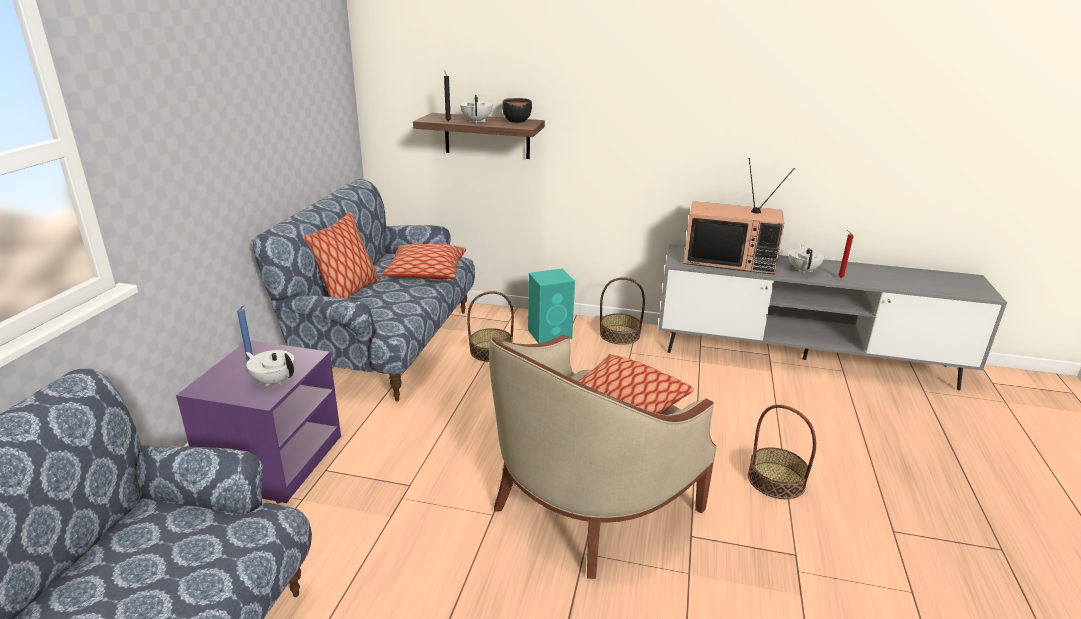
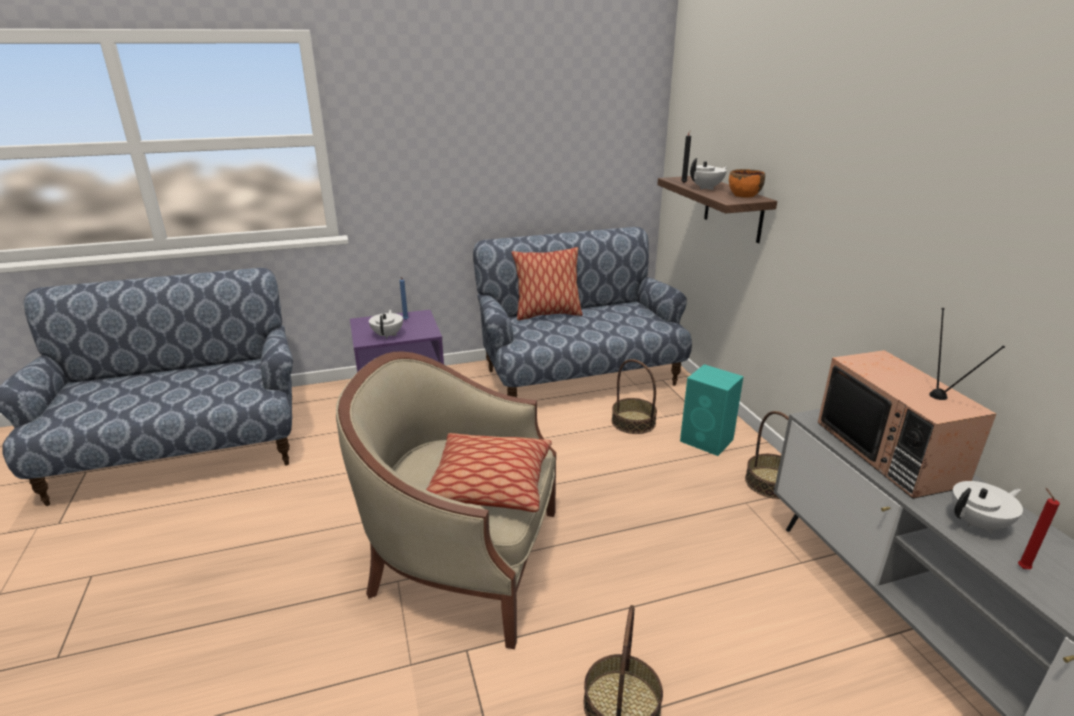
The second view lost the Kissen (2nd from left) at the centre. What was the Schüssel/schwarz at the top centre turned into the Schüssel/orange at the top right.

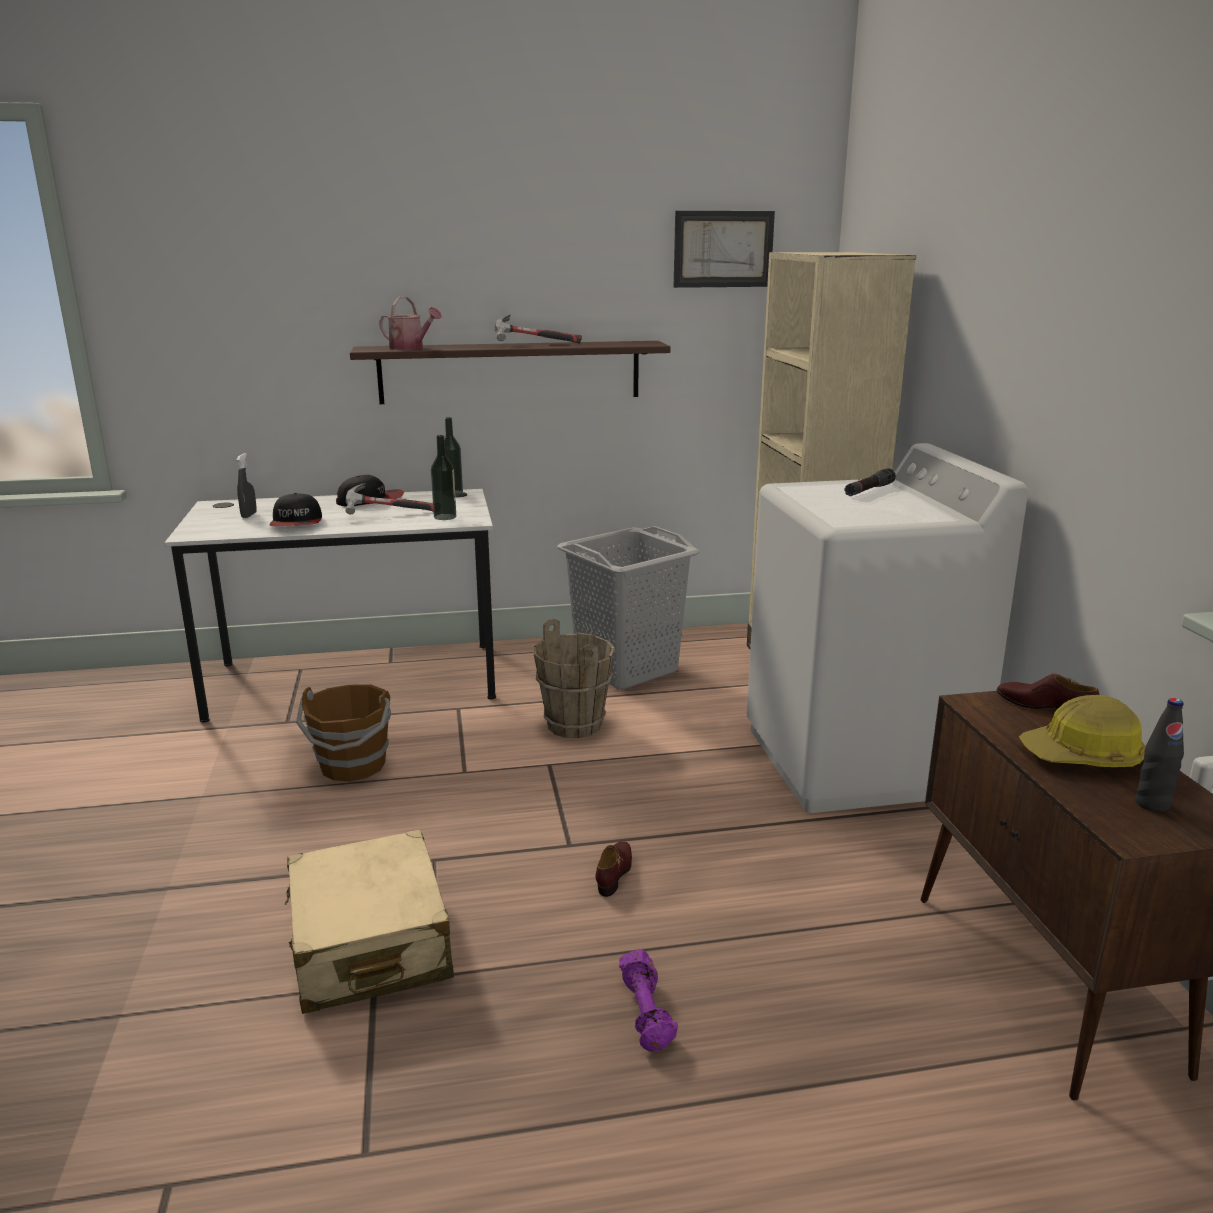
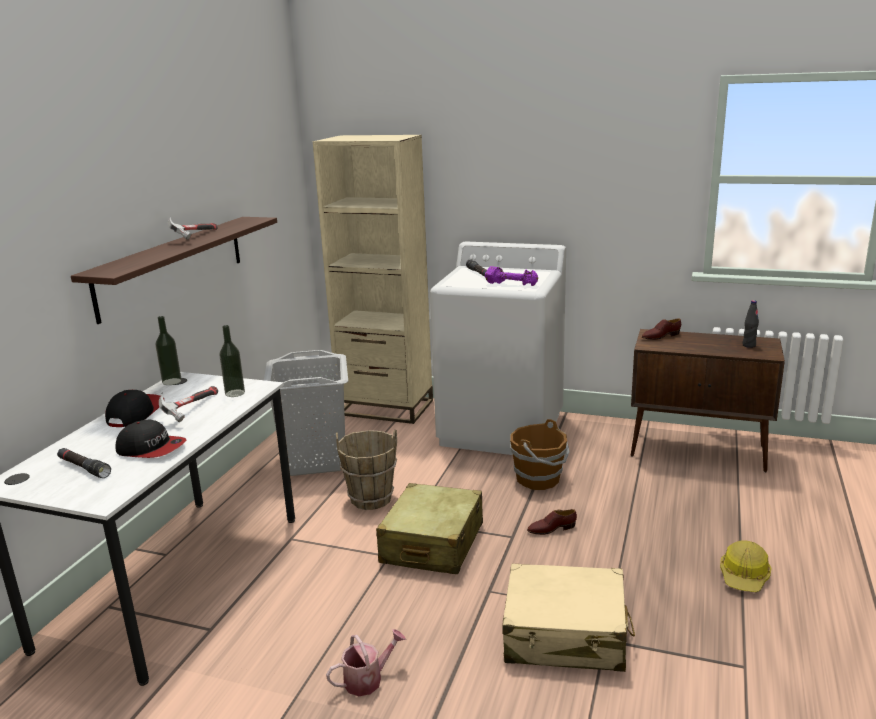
The second view lost the Bild at the top centre. The second view gained the Koffer/beige (1st from left) at the bottom centre. The Eimer/braun (1st from left in the first image) ended up elsewhere, having gone from the middle left to the centre. The Gießkanne ended up elsewhere, having gone from the top centre to the bottom centre. The Hantel/lila ended up elsewhere, having gone from the bottom centre to the centre. The Schutzhelm ended up elsewhere, having gone from the middle right to the bottom right. Where the Sprühflasche/grau stood at the middle left, the Taschenlampe/schwarz (1st from left) came to stand at the middle left. The Schuh/braun (1st from left) at the bottom centre ended up facing another way, 60 degrees counterclockwise from before.

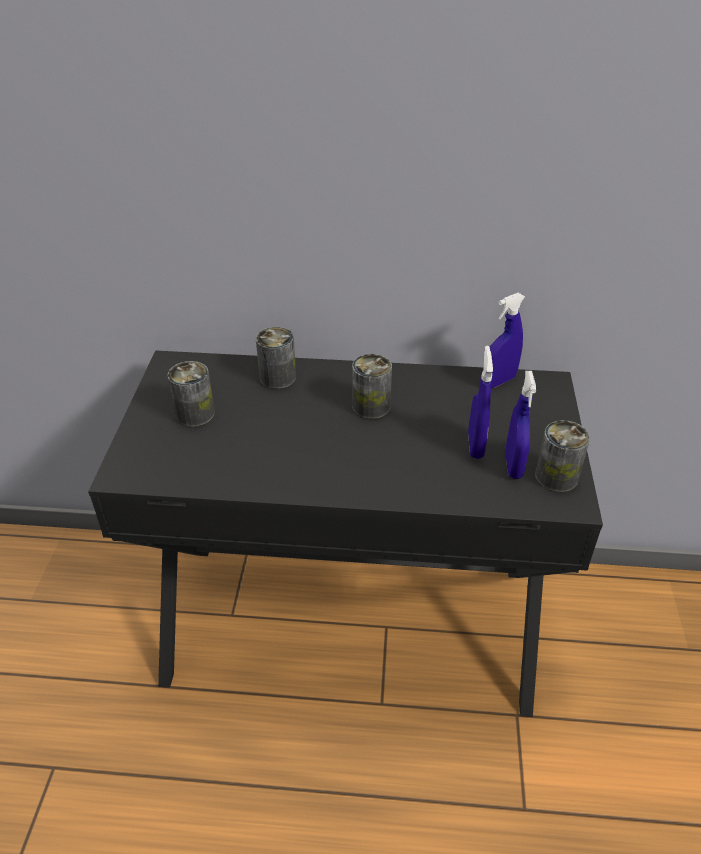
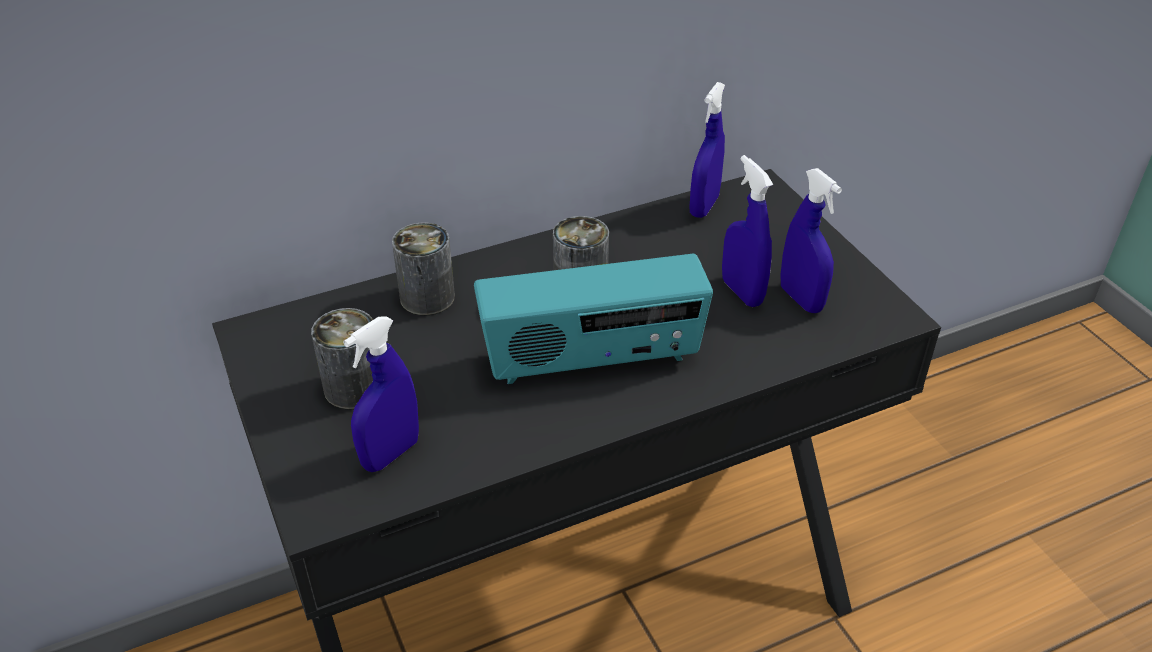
The second view lost the Dose (4th from left) at the middle right. The second view gained the Sprühflasche/blau (1st from left) at the middle left. The second view gained the Radio at the centre.

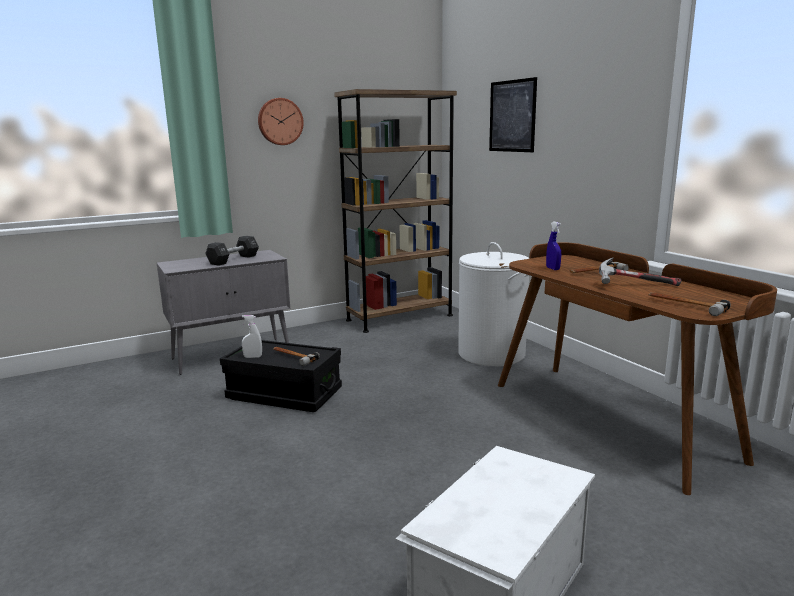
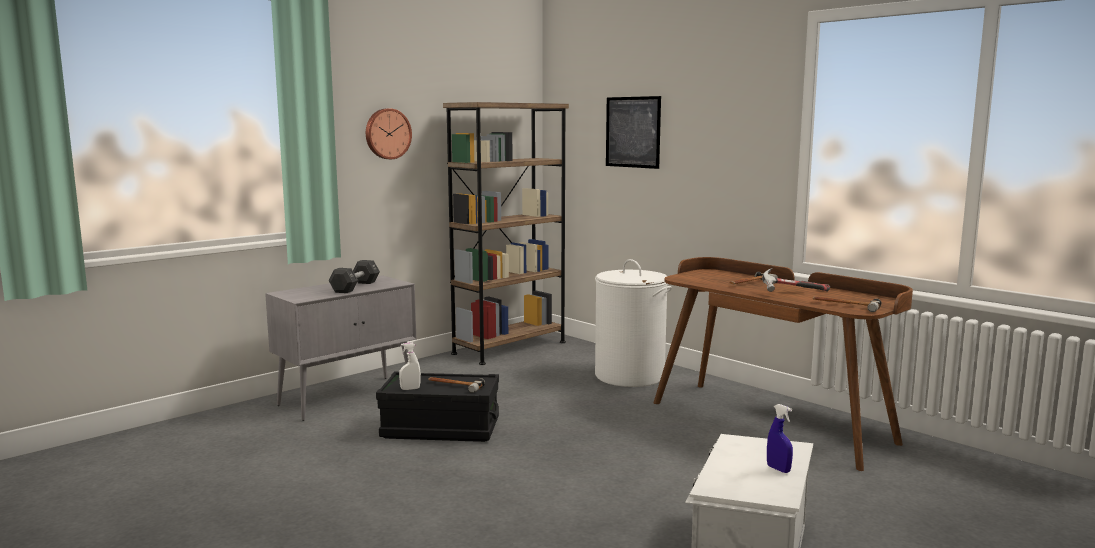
The Sprühflasche/blau ended up elsewhere, having gone from the middle right to the bottom right.

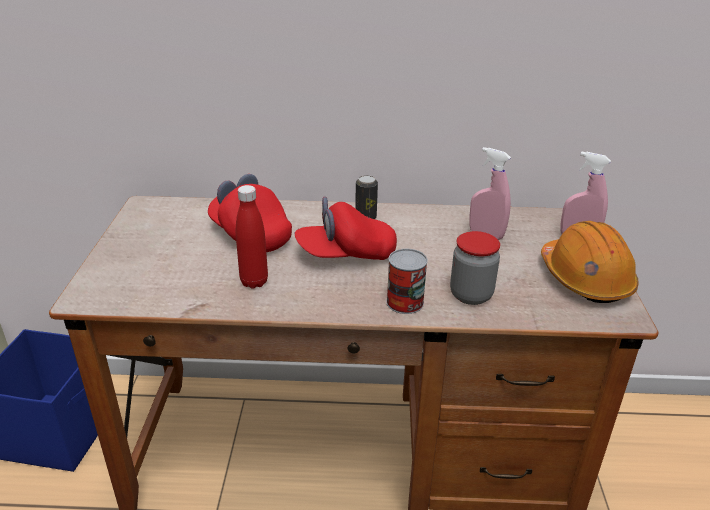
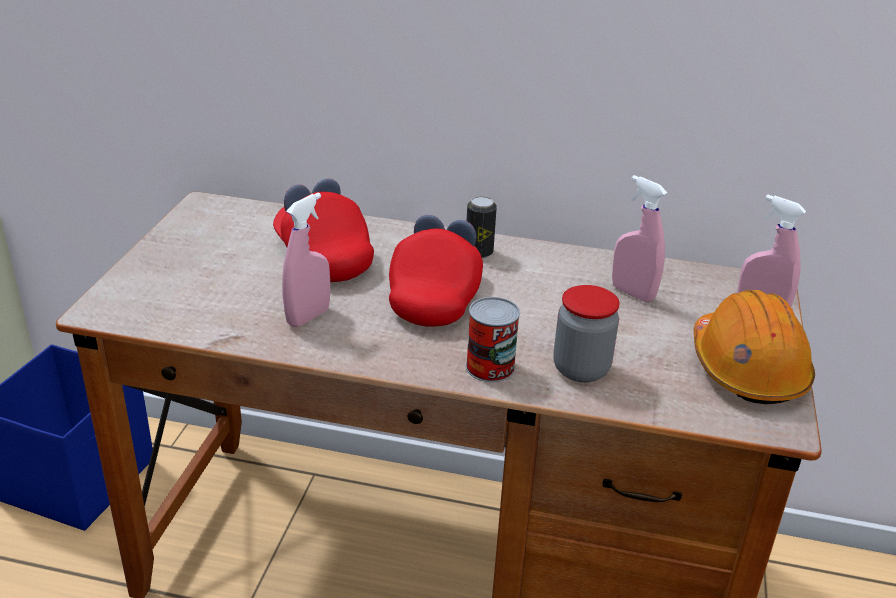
Where the Flasche/rot stood at the centre, the Sprühflasche/rosa (1st from left) came to stand at the centre. The Kappe/rot (2nd from left) at the centre ended up facing another way, 105 degrees clockwise from before.

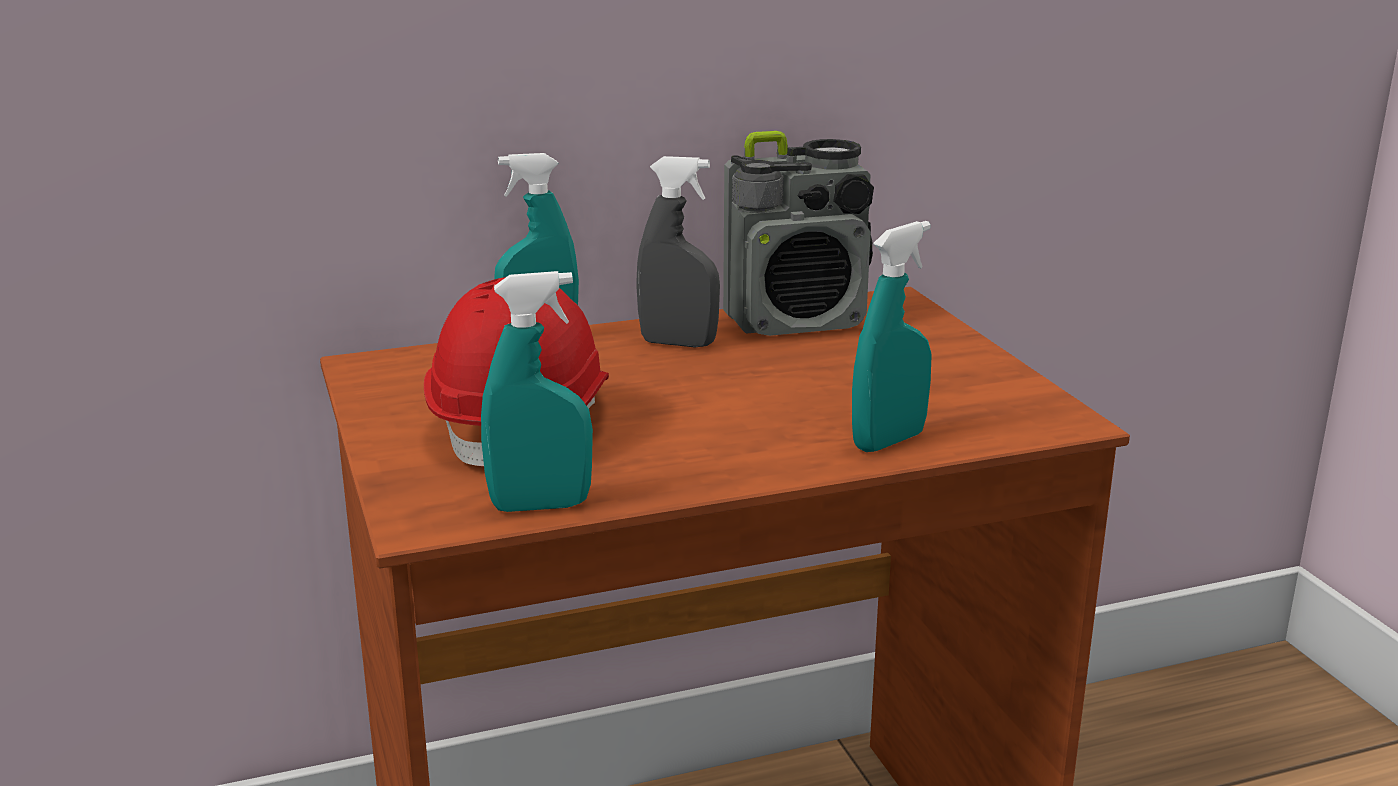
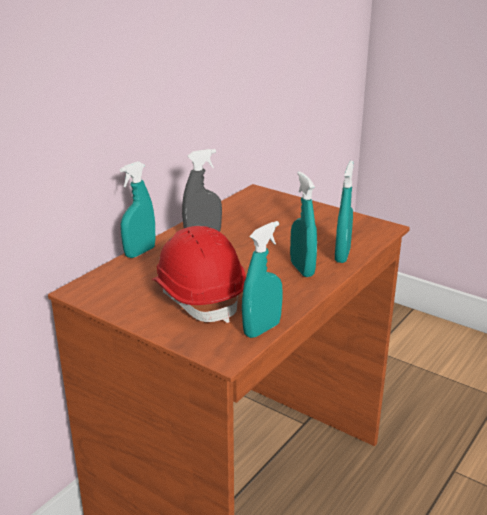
The second view lost the Radio at the top centre. The second view gained the Sprühflasche/türkis (3rd from left) at the centre.

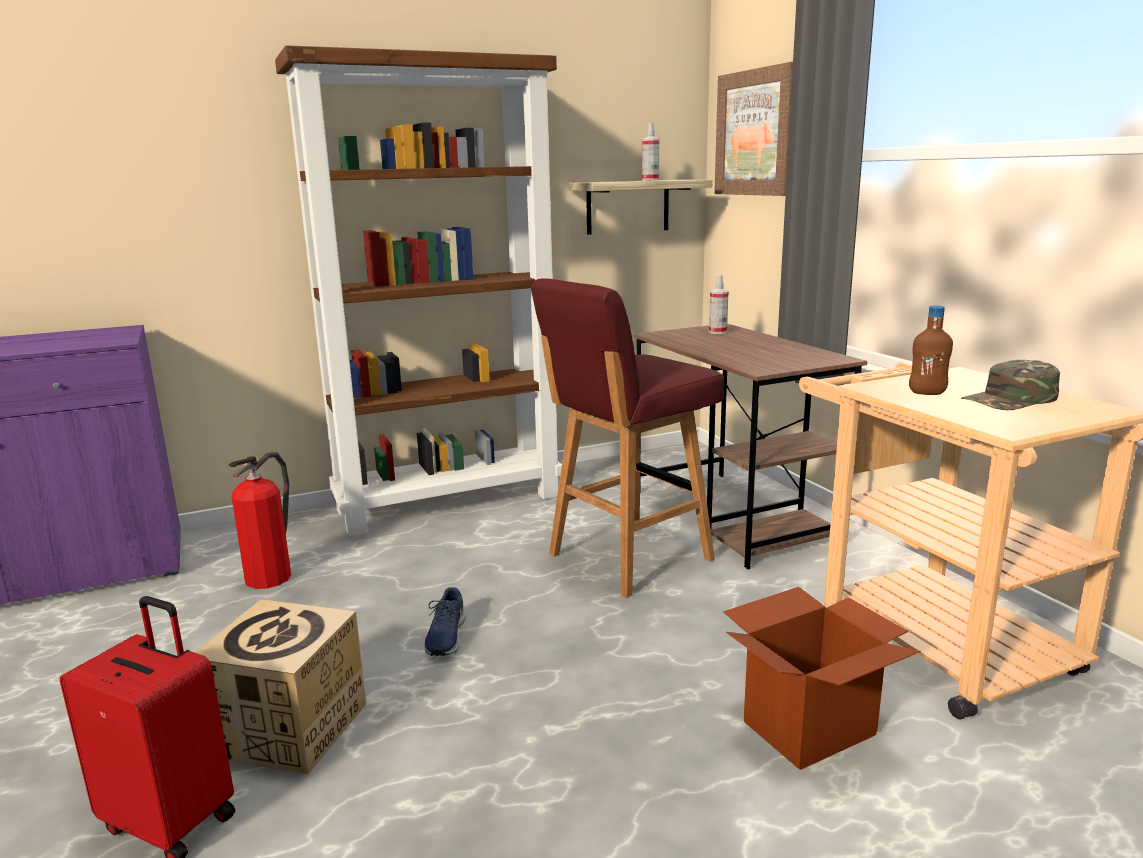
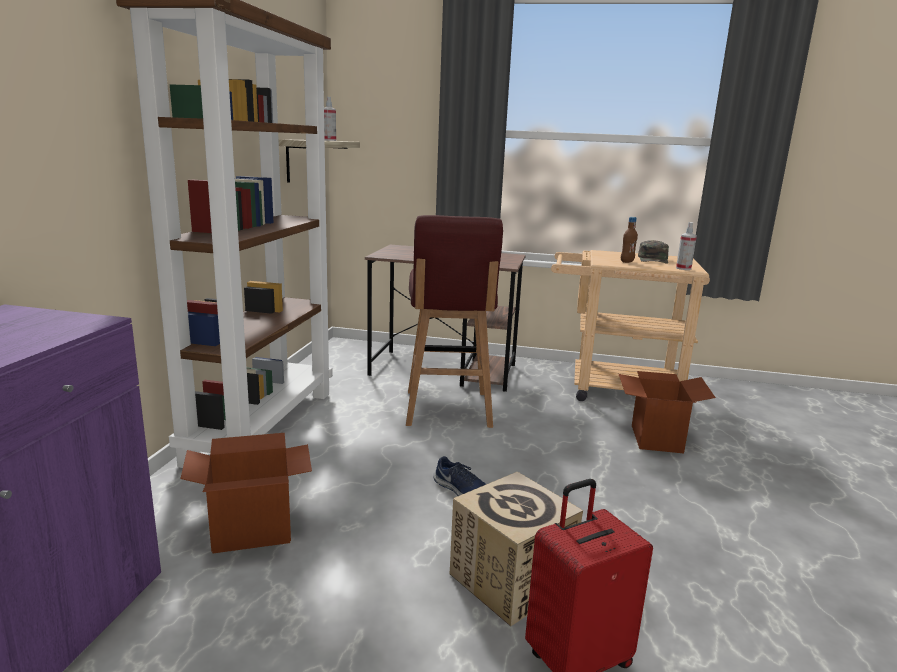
The second view lost the Bild at the top centre. The Sprühflasche (2nd from left) ended up elsewhere, having gone from the centre to the middle right. Where the Feuerlöscher stood at the middle left, the Karton (1st from left) came to stand at the bottom left.

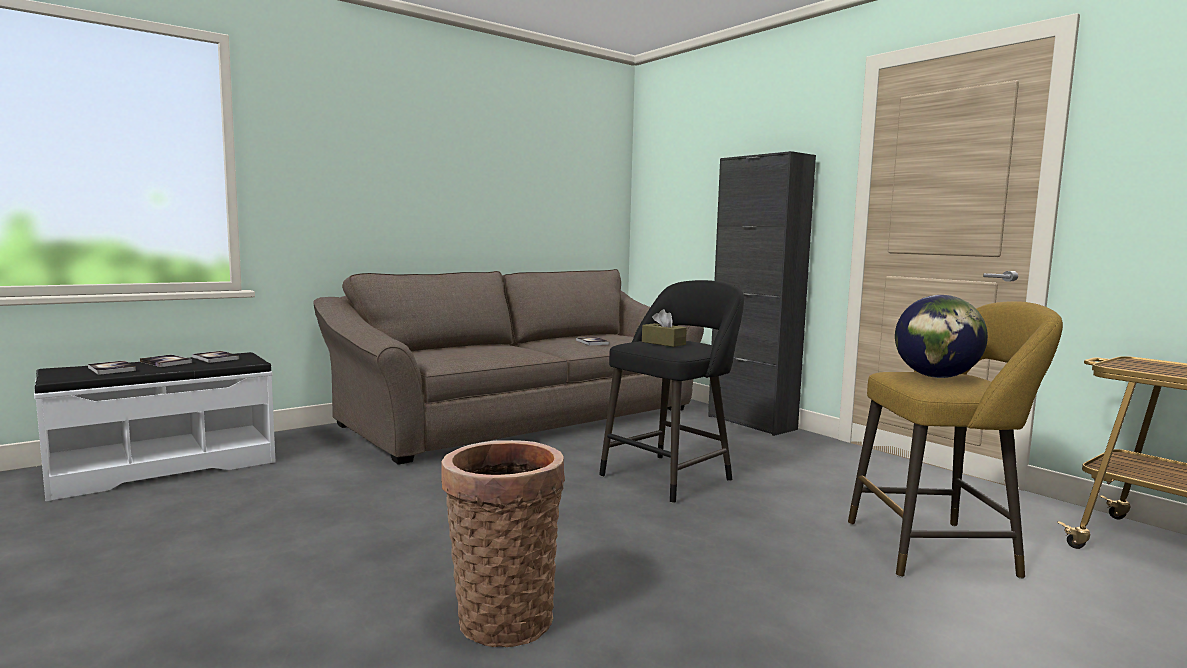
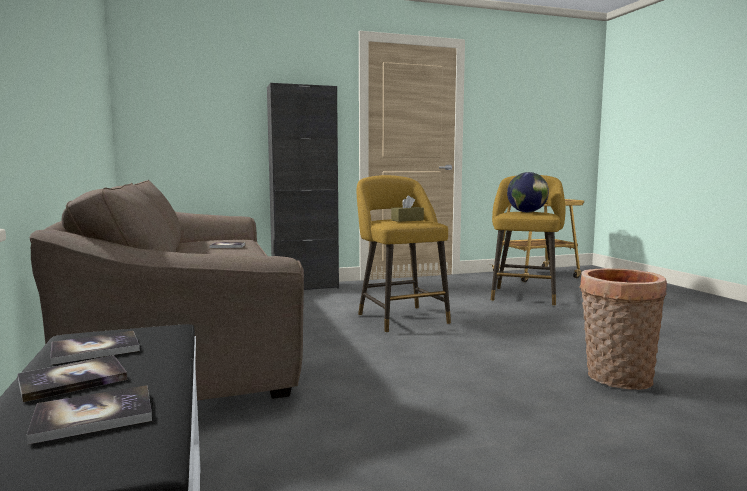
What was the Hocker/schwarz at the centre turned into the Hocker/gelb (1st from left) at the centre.

